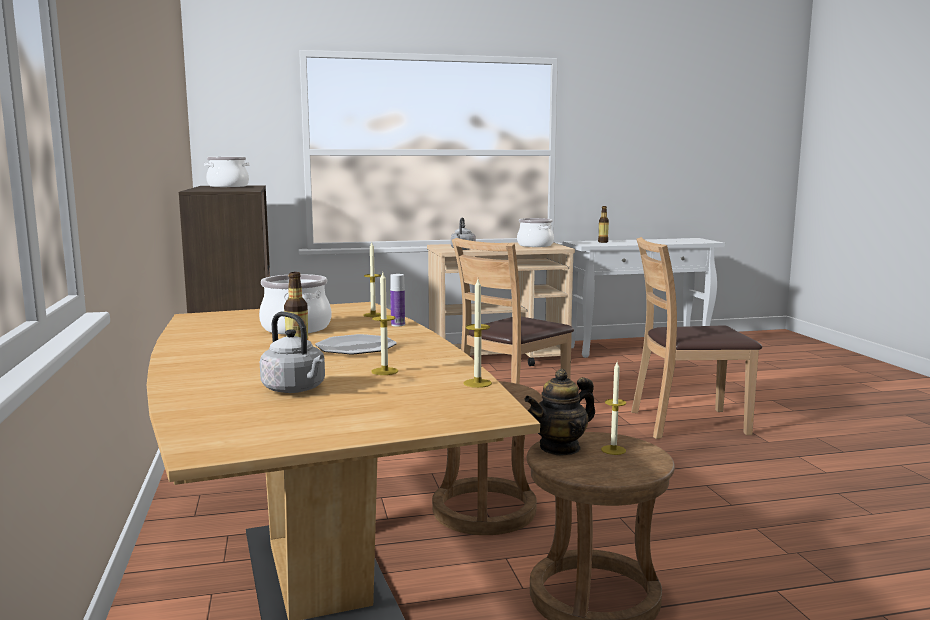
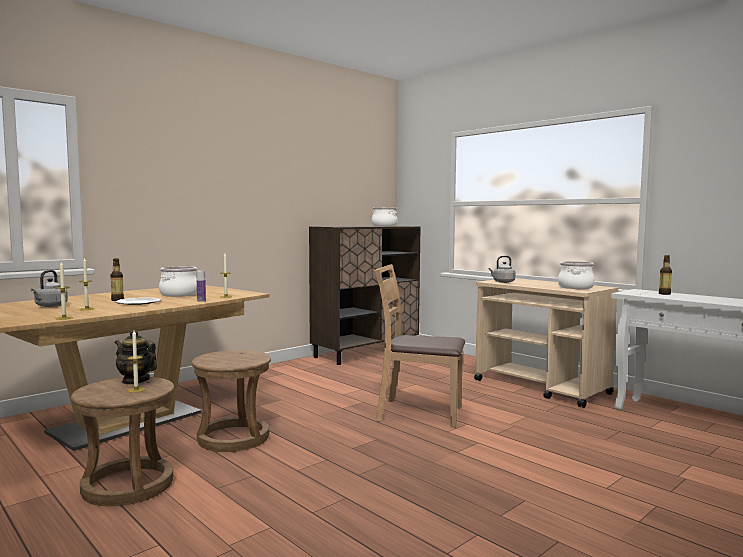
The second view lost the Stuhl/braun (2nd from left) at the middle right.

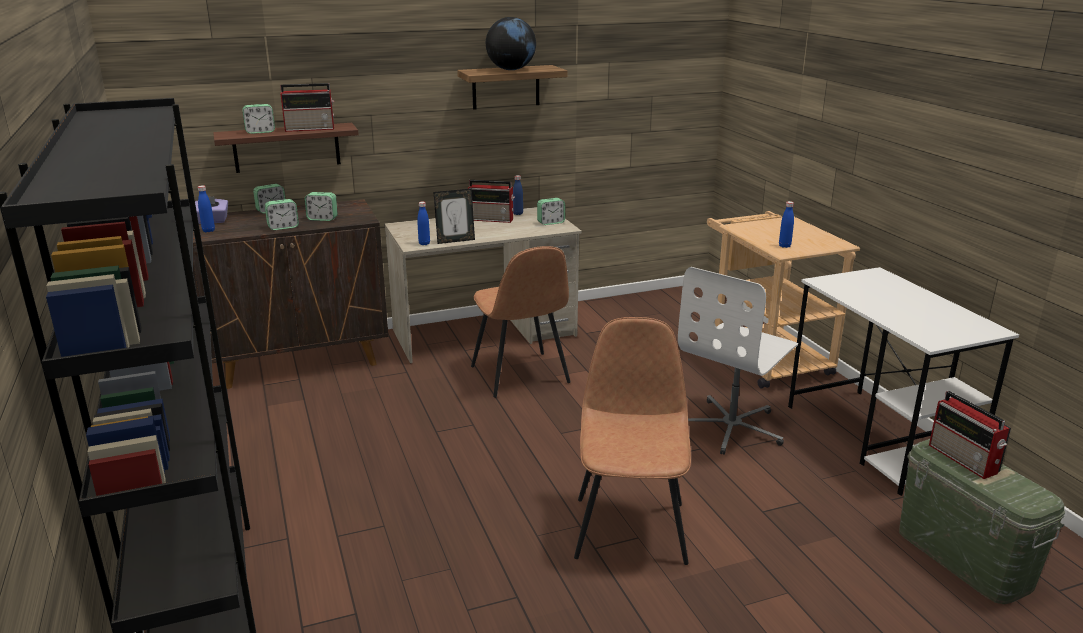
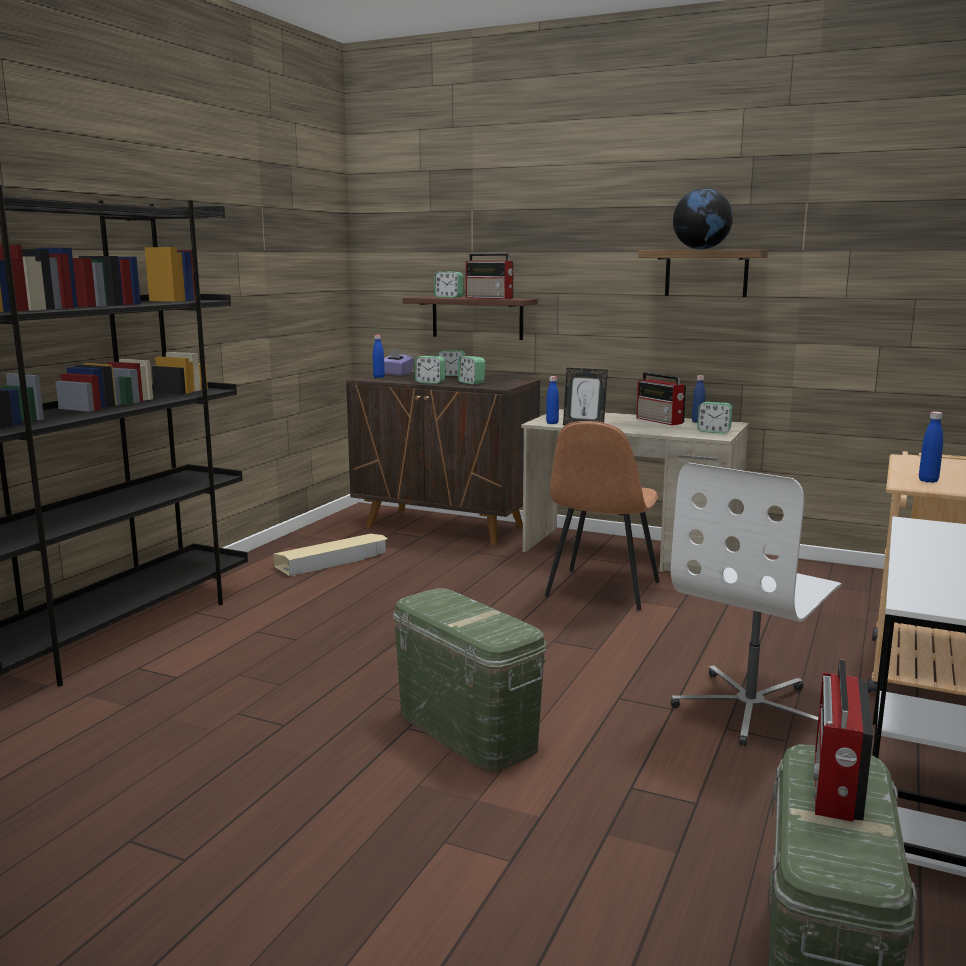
The second view gained the Aufbewahrungsbox/beige at the centre. Where the Stuhl/braun (2nd from left) stood at the bottom centre, the Aufbewahrungsbox/grün (1st from left) came to stand at the bottom centre. The Bürostuhl/weiß at the middle right ended up facing another way, 45 degrees counterclockwise from before.

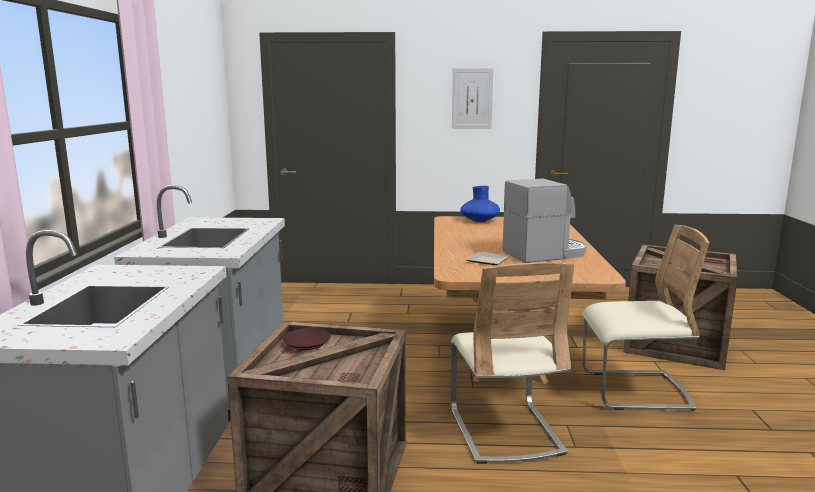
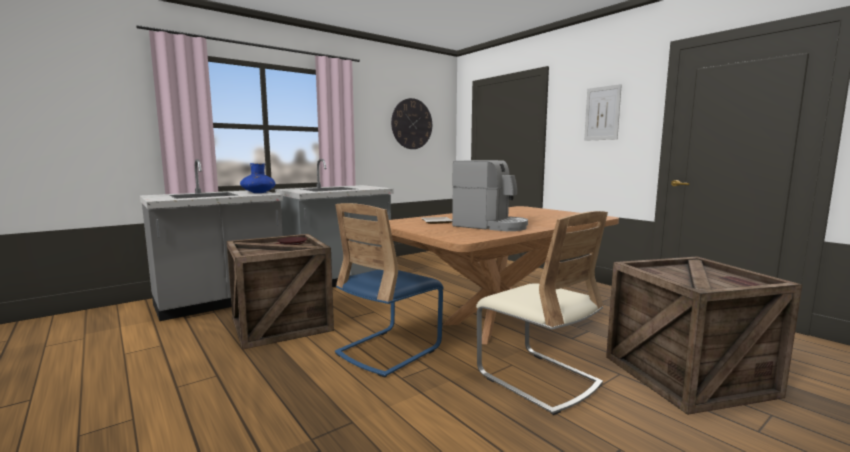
The second view gained the Wanduhr at the top centre. The Vase/blau ended up elsewhere, having gone from the centre to the middle left. What was the Stuhl/beige (1st from left) at the bottom centre turned into the Stuhl/blau at the centre.

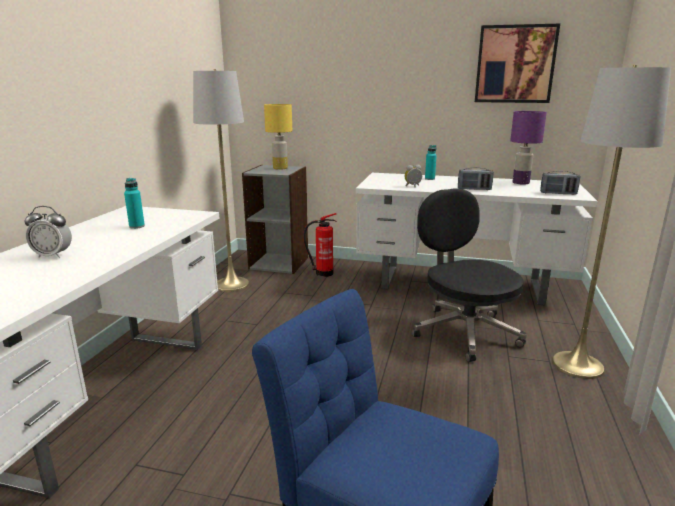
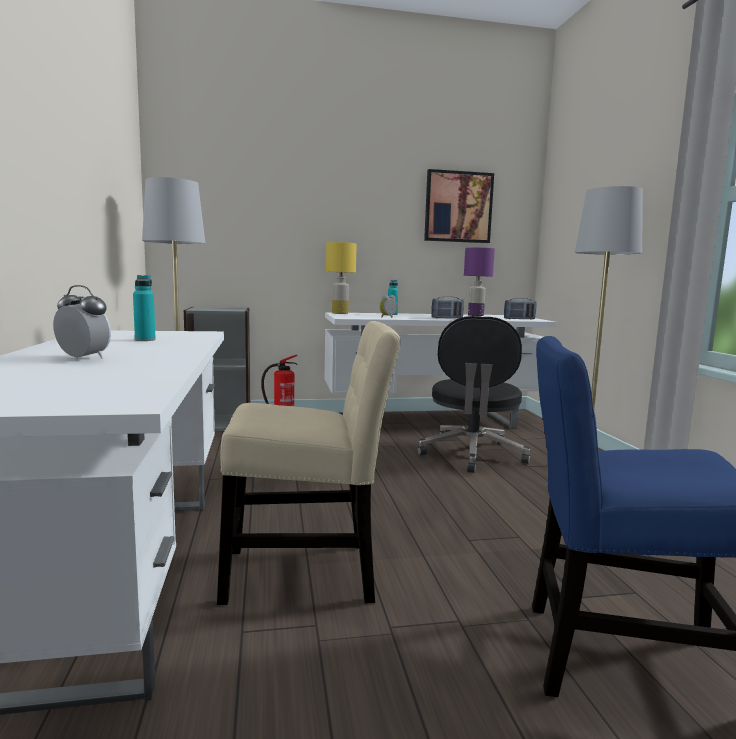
The second view gained the Stuhl/beige at the centre. The Tischlampe/gelb ended up elsewhere, having gone from the top centre to the centre. The Wecker (1st from left) at the middle left ended up facing another way, 135 degrees counterclockwise from before. The Bürostuhl/schwarz at the middle right ended up facing another way, 120 degrees counterclockwise from before.

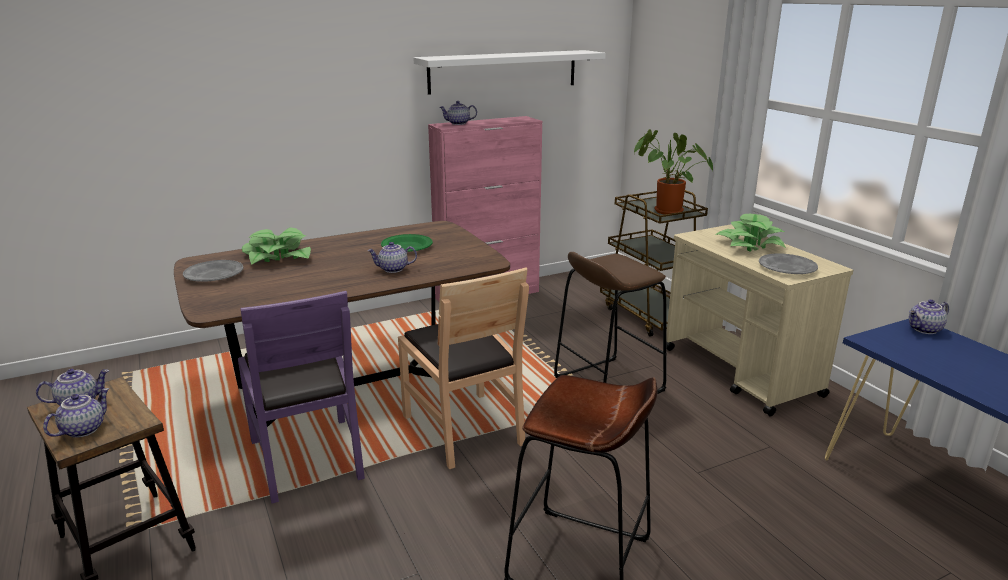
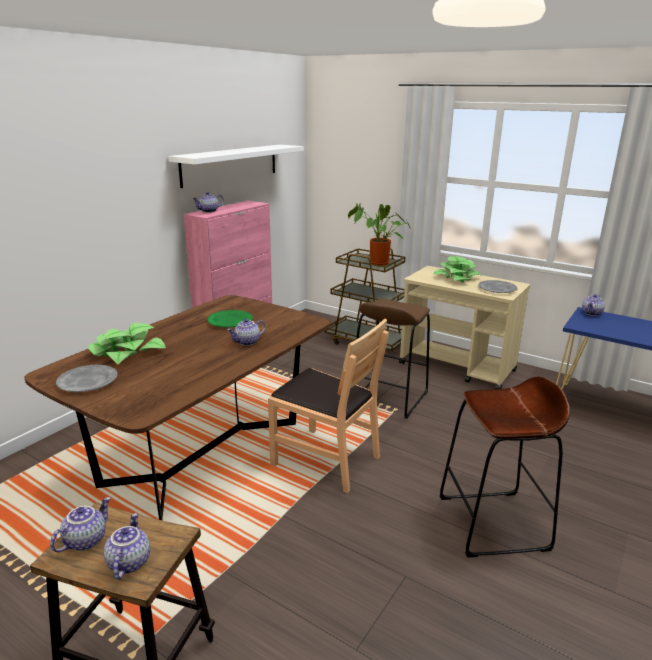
The second view lost the Stuhl/lila at the bottom left.

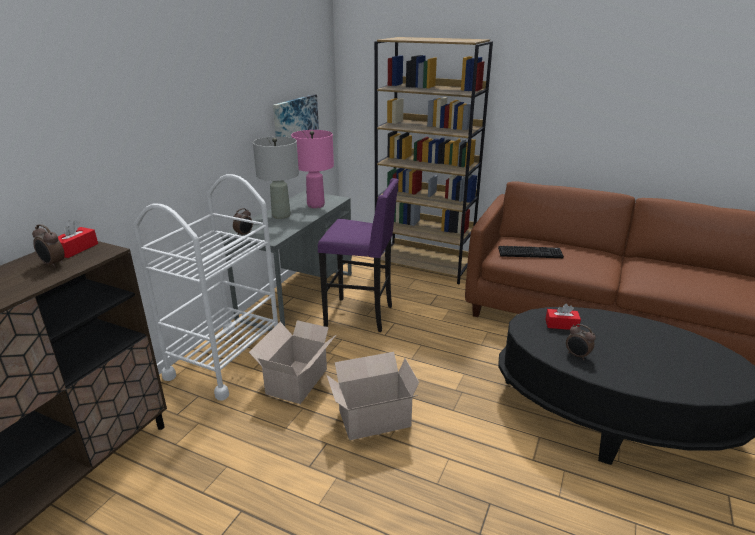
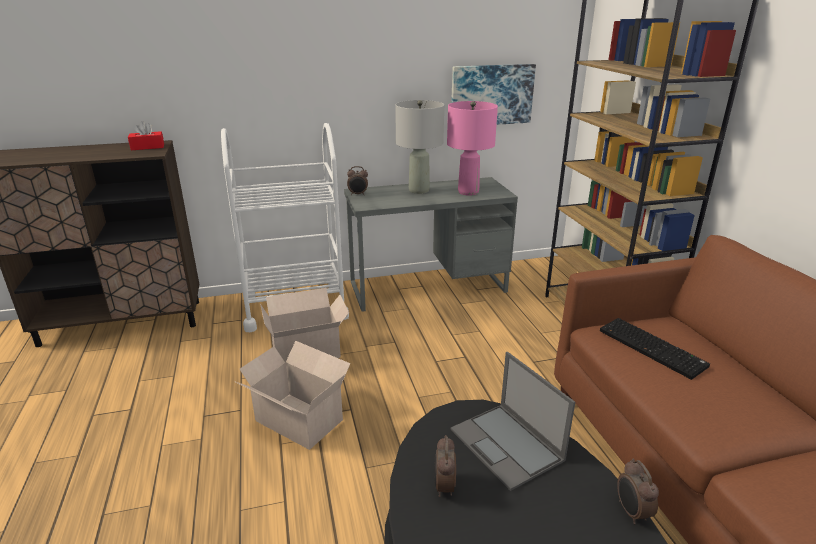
The second view lost the Hocker/lila at the centre. The Wecker (1st from left in the first image) ended up elsewhere, having gone from the middle left to the bottom right. Where the Taschentuchbox/rot (2nd from left) stood at the middle right, the Laptop came to stand at the bottom centre.

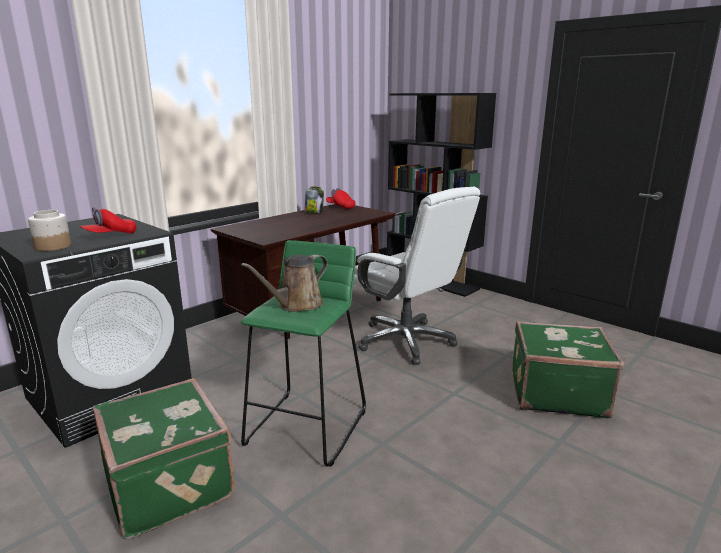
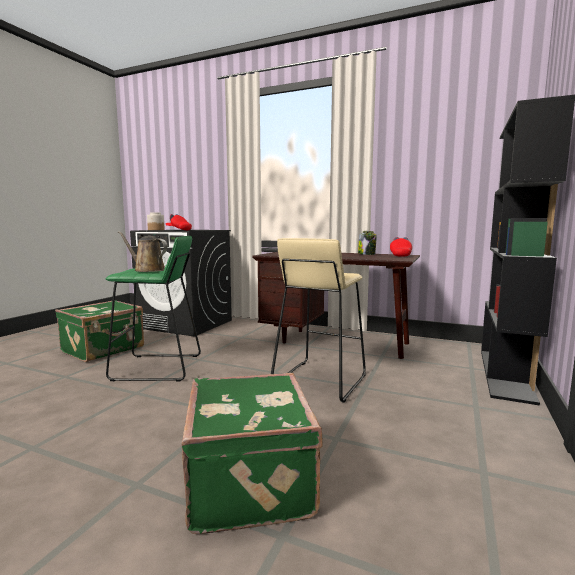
Where the Bürostuhl/weiß stood at the centre, the Hocker/beige came to stand at the centre.

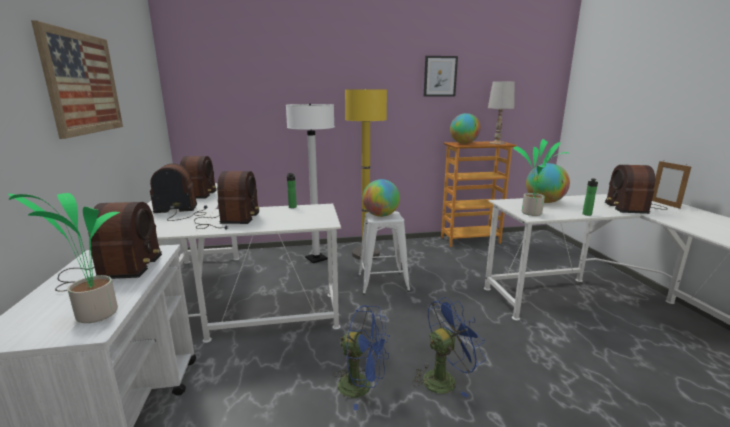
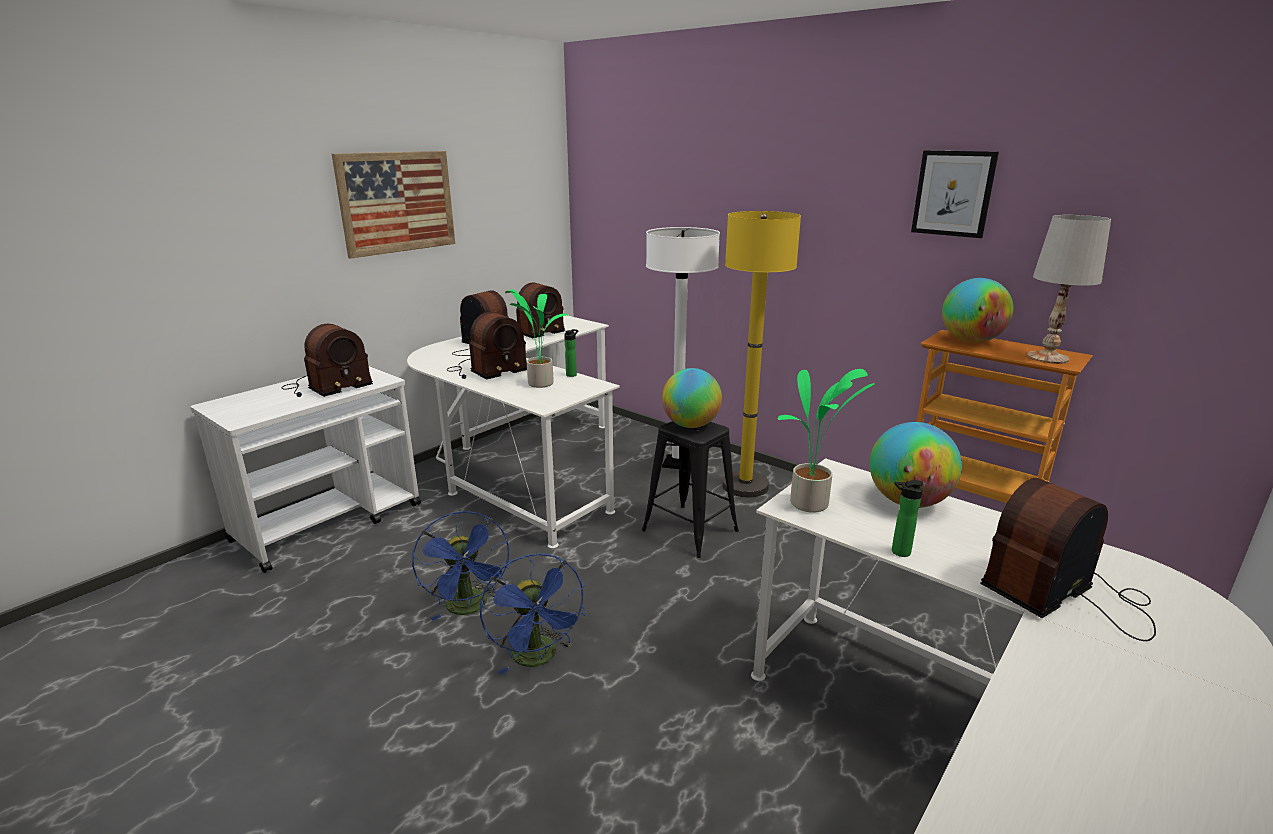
The second view lost the Bilderrahmen at the middle right. The Topfpflanze (1st from left) ended up elsewhere, having gone from the middle left to the centre. What was the Hocker/weiß at the centre turned into the Hocker/schwarz at the centre. The Ventilator/blau (2nd from left) at the bottom centre ended up facing another way, 45 degrees clockwise from before.

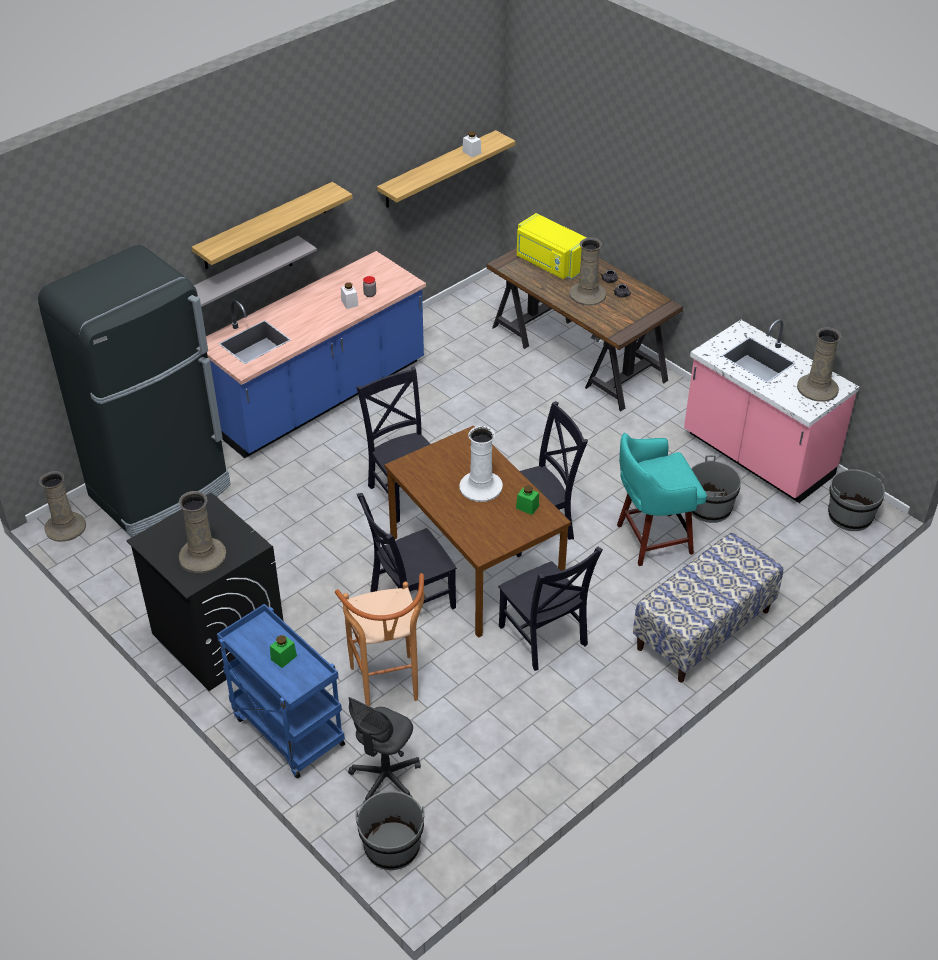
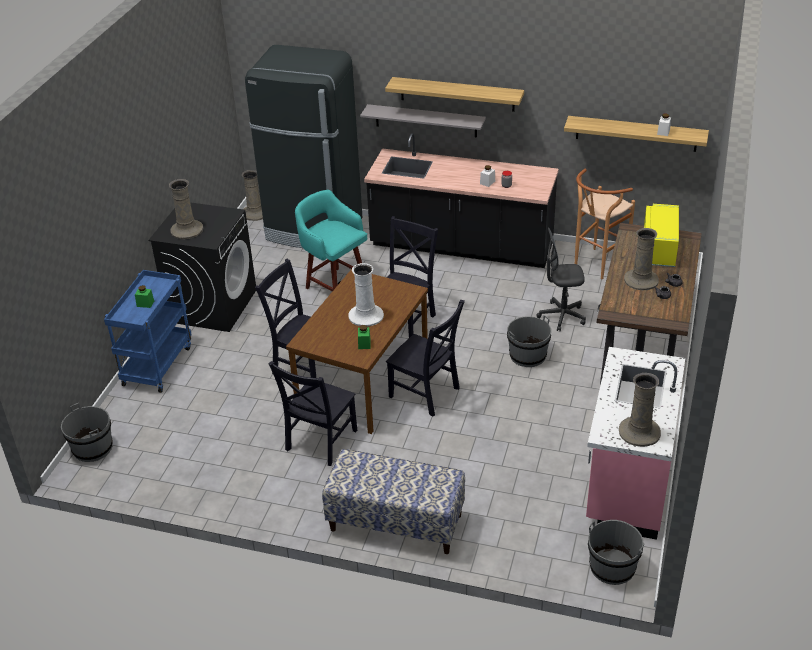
The Hocker/braun ended up elsewhere, having gone from the centre to the middle right. The Bürostuhl/grau ended up elsewhere, having gone from the bottom centre to the middle right. The Hocker/türkis ended up elsewhere, having gone from the middle right to the centre. The Eimer/grau (2nd from left) ended up elsewhere, having gone from the middle right to the centre. What was the Küchenzeile/blau at the centre turned into the Küchenzeile/schwarz at the top centre.

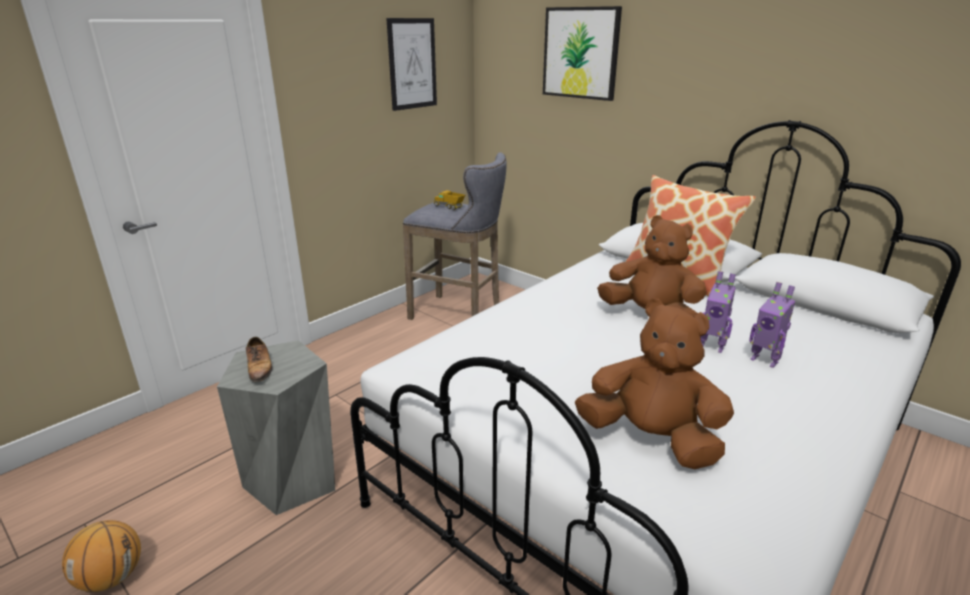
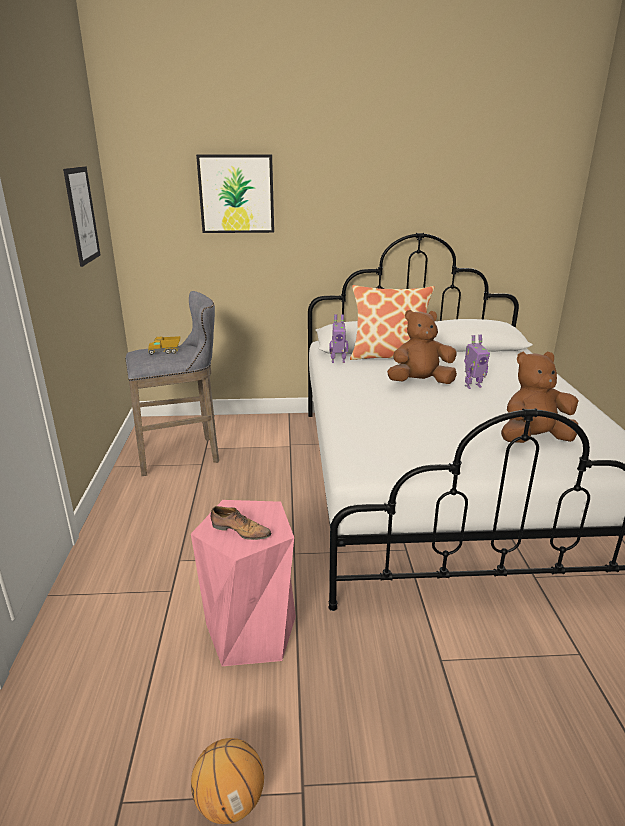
The Spielzeugroboter (2nd from left in the first image) ended up elsewhere, having gone from the middle right to the centre. What was the Hocker/grau (1st from left) at the bottom left turned into the Hocker/rosa at the bottom centre.

